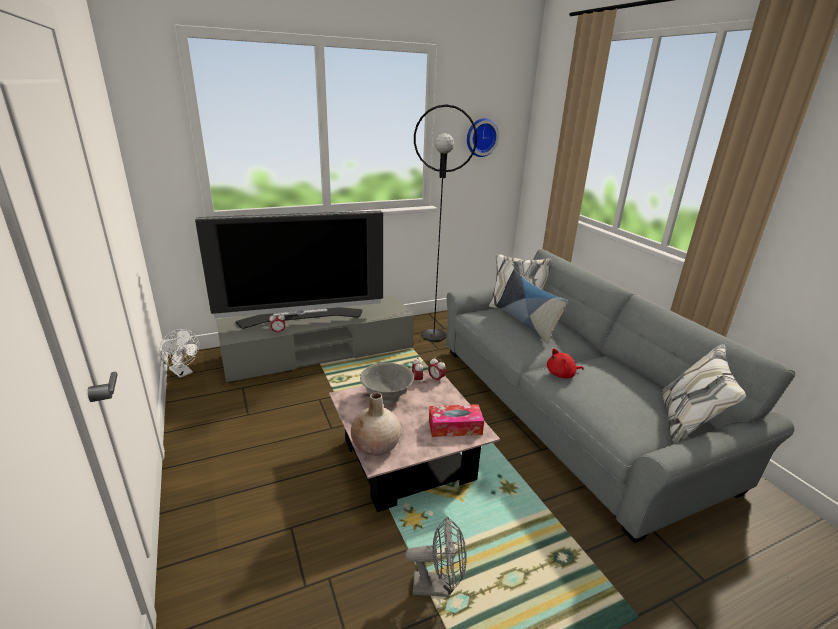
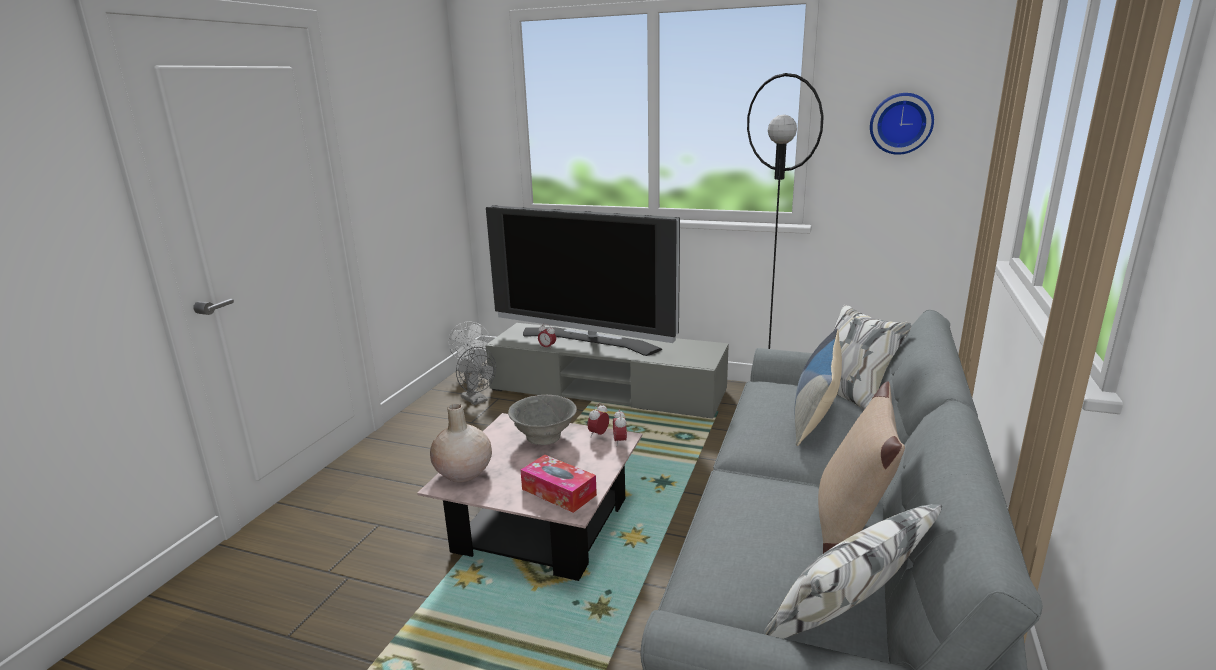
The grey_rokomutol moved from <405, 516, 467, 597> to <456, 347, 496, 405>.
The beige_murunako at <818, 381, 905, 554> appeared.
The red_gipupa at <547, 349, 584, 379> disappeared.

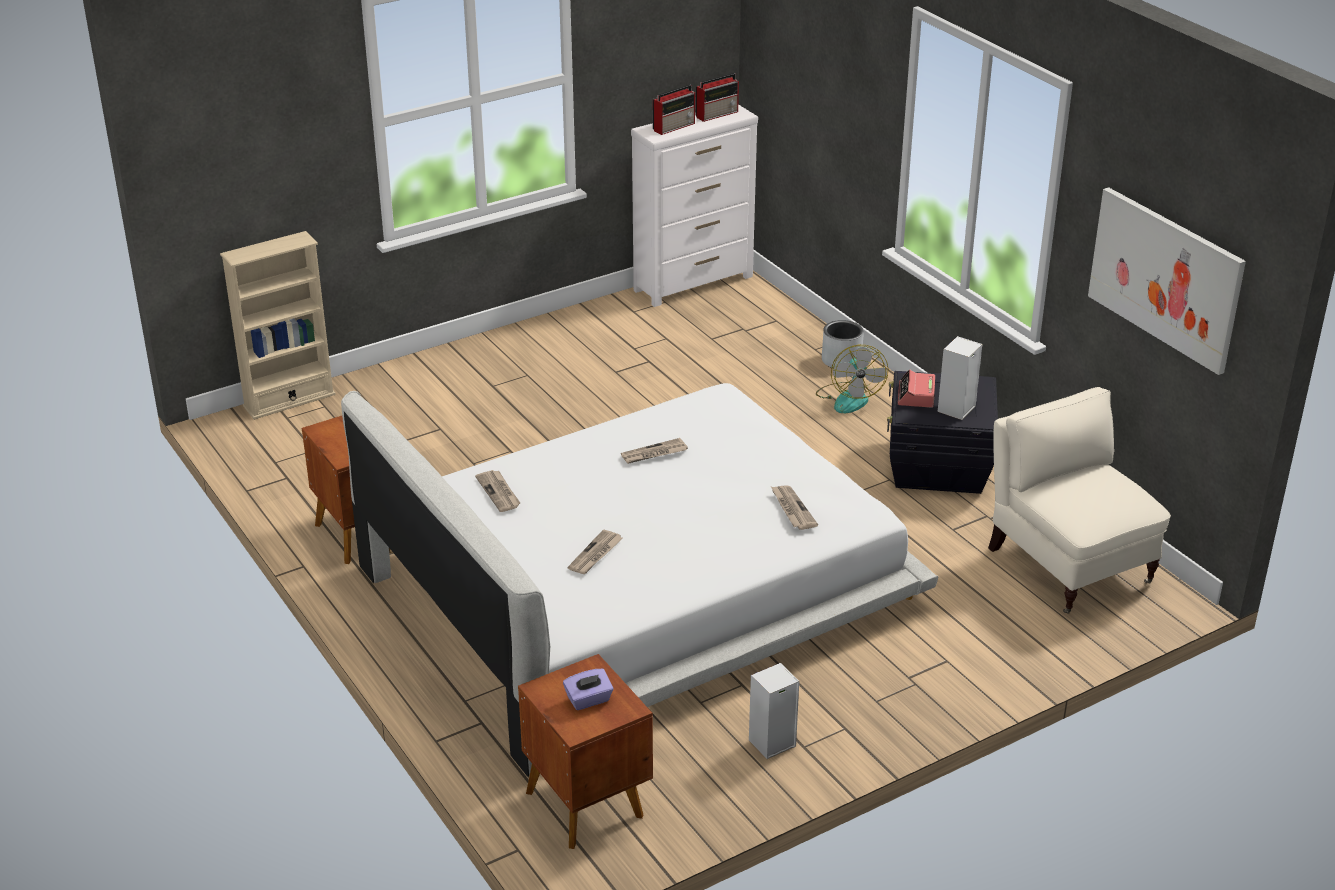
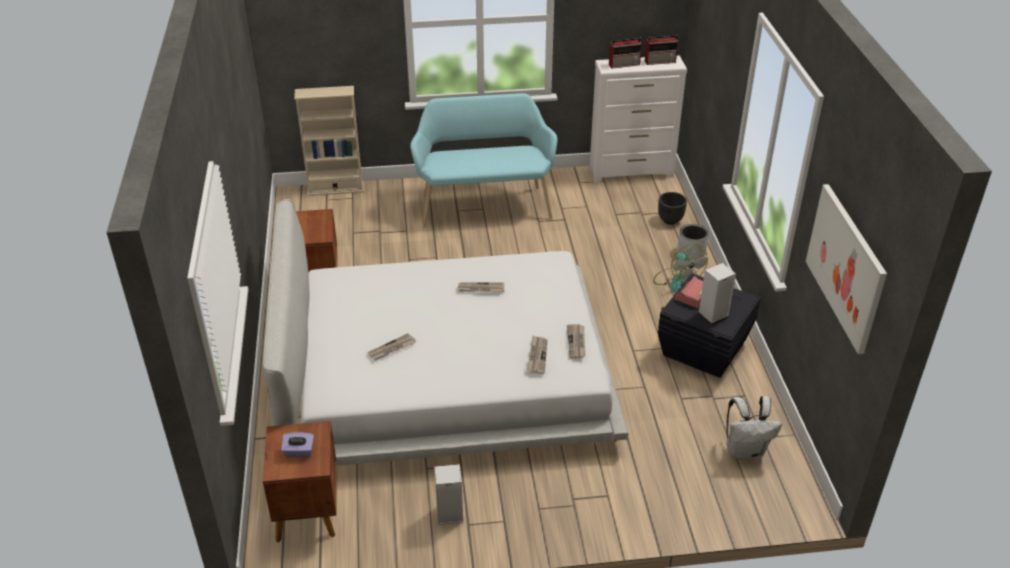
The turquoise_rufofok at <410, 93, 557, 228> appeared.
The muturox moved from <475, 470, 520, 512> to <567, 324, 585, 358>.
The rokomutol at <816, 345, 888, 413> turned 45 degrees counterclockwise.
The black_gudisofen at <658, 192, 687, 225> appeared.
The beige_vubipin at <988, 387, 1171, 614> was replaced by the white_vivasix at <726, 396, 782, 460>.

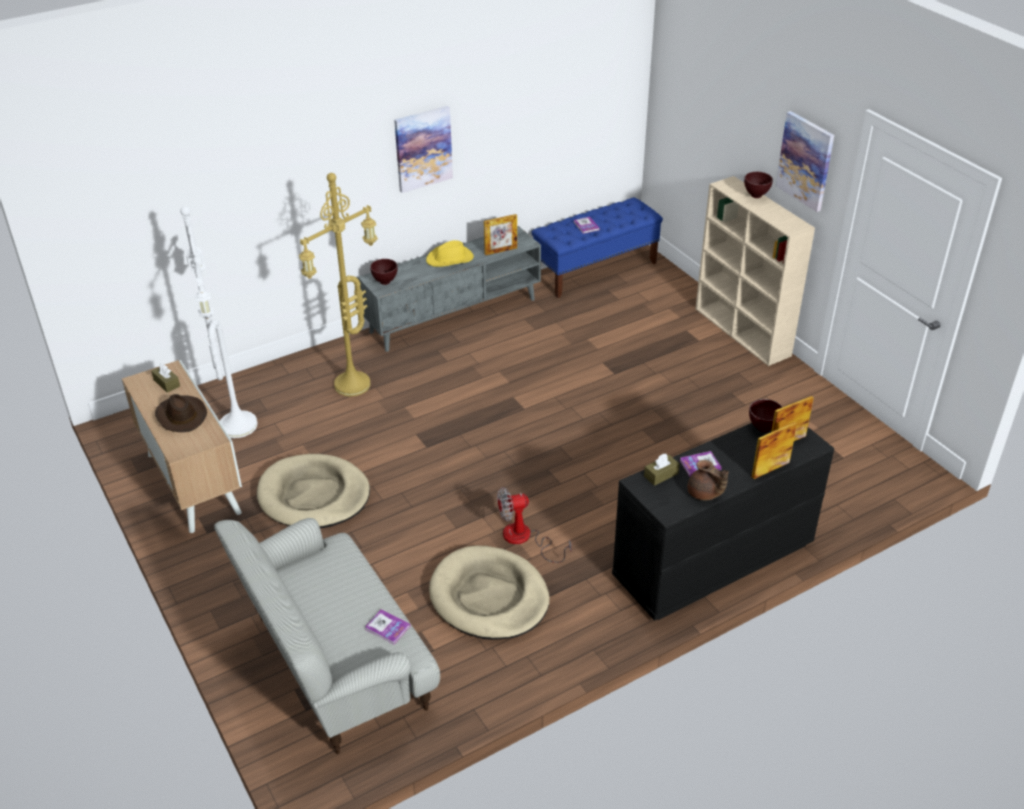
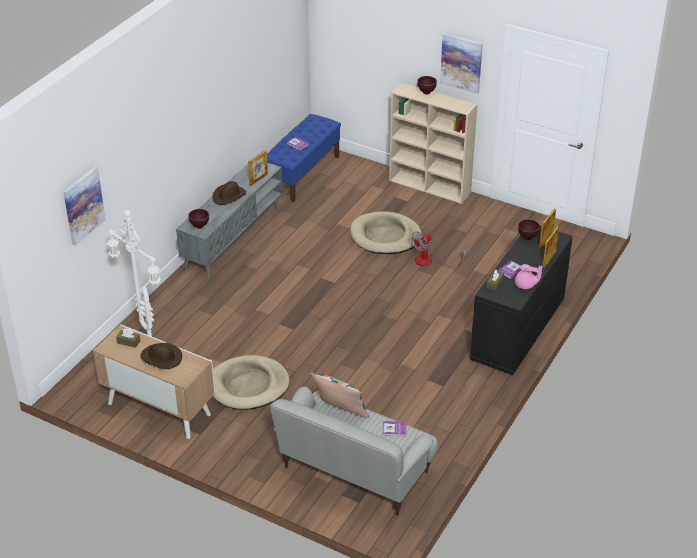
The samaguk moved from <394, 106, 453, 193> to <63, 167, 106, 246>.
The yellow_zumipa at <426, 240, 474, 267> became the brown_zumipa at <212, 181, 246, 205>.
The murunako at <310, 373, 369, 418> appeared.
The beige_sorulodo moved from <429, 545, 550, 640> to <350, 211, 421, 254>.
The rokomutol moved from <497, 487, 572, 563> to <411, 232, 466, 267>.
The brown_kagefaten at <687, 460, 729, 500> became the pink_kagefaten at <515, 264, 542, 289>.
The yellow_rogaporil at <299, 173, 378, 397> disappeared.

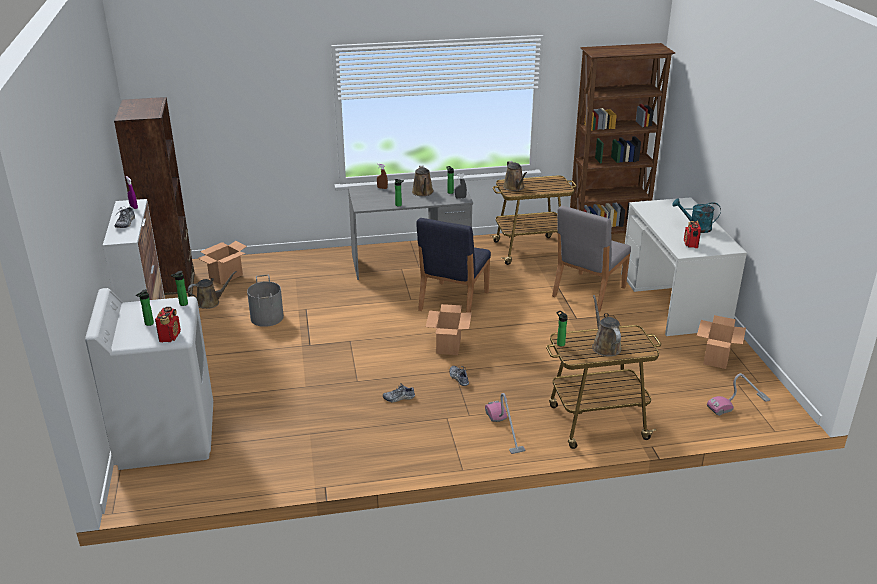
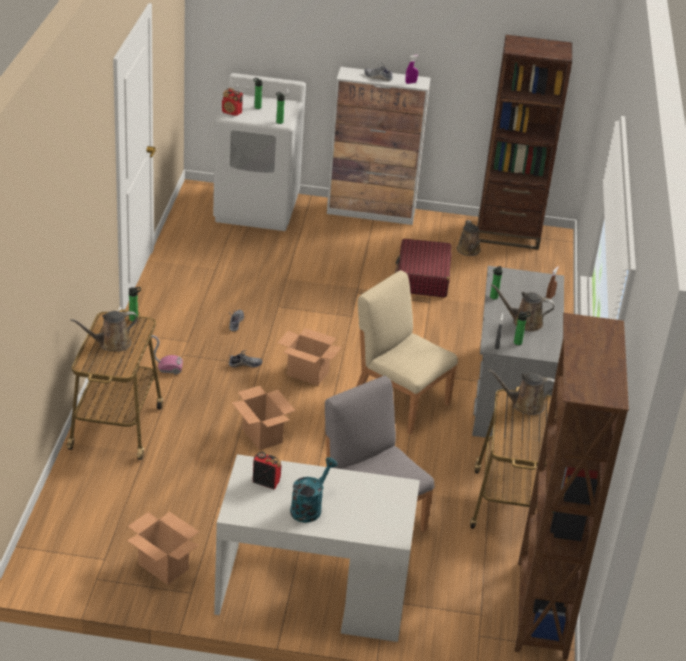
The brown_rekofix at <592, 295, 622, 357> turned 150 degrees clockwise.
The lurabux moved from <198, 241, 247, 285> to <232, 386, 296, 450>.
The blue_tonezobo at <416, 218, 491, 313> became the beige_tonezobo at <356, 270, 458, 434>.
The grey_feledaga at <247, 275, 284, 327> was replaced by the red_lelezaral at <395, 238, 452, 298>.
The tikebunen at <707, 373, 771, 416> disappeared.

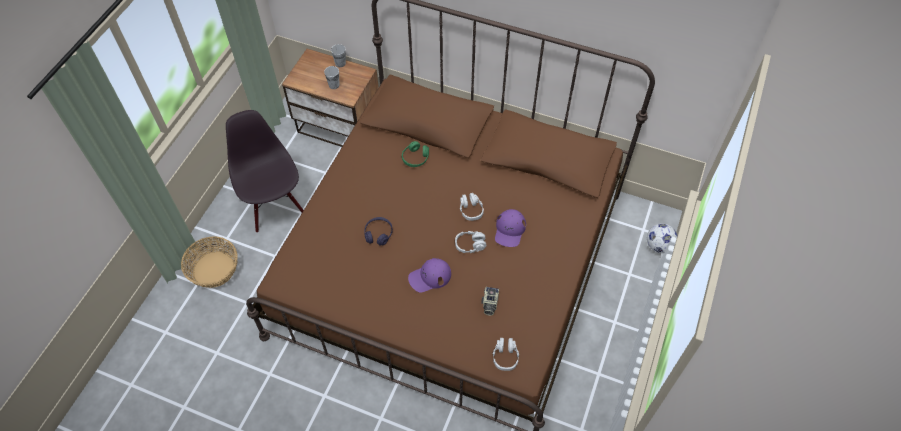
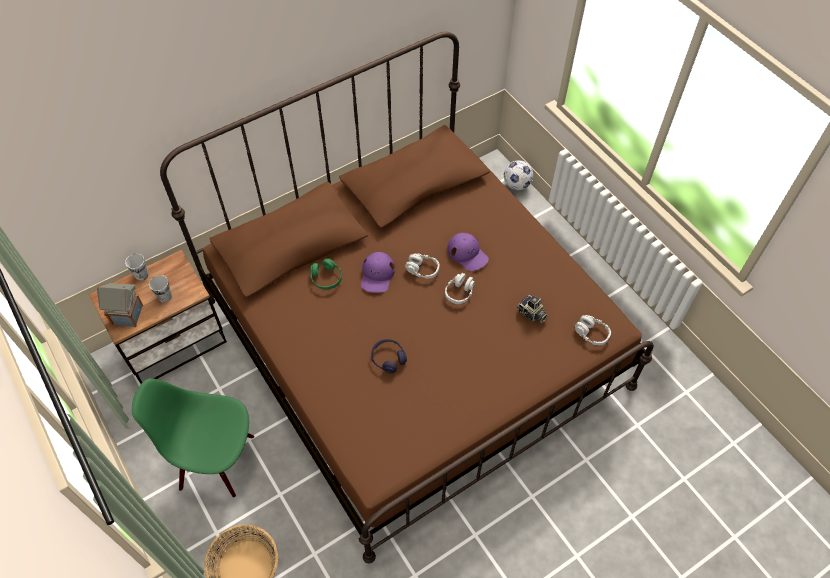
The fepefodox at <97, 283, 143, 327> appeared.
The black_tonezobo at <226, 110, 304, 233> became the green_tonezobo at <132, 378, 254, 498>.
The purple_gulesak moved from <408, 258, 451, 293> to <361, 252, 395, 293>.

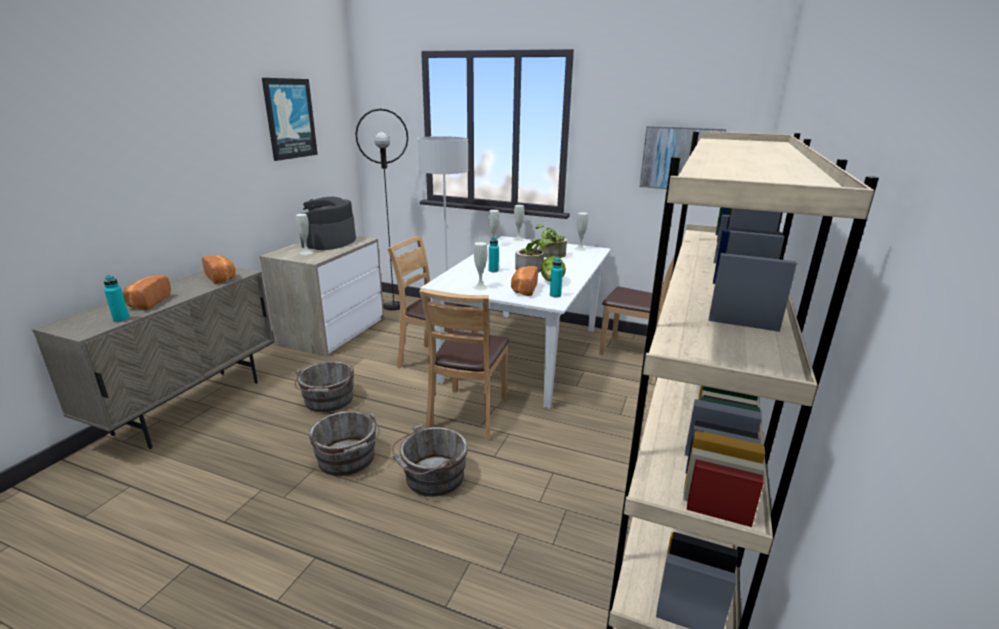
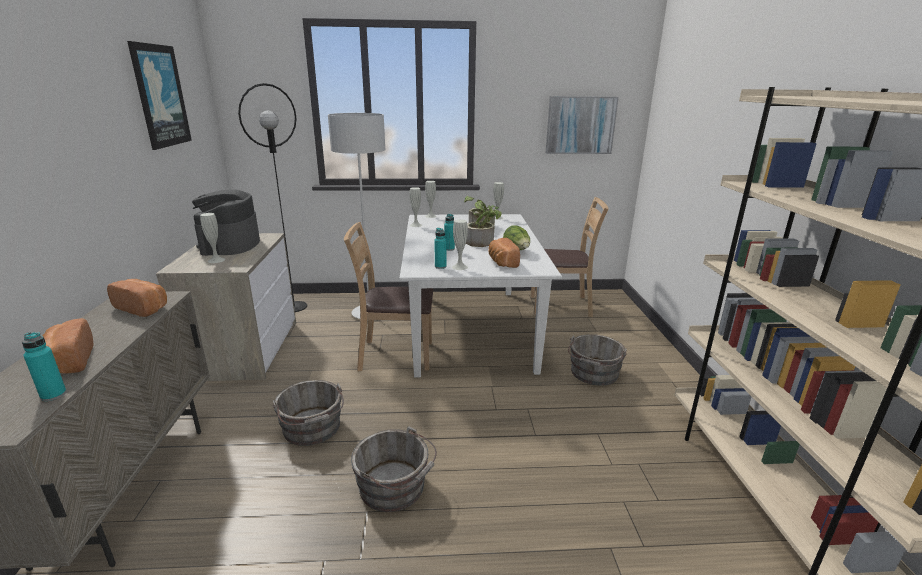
The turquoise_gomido moved from <550, 257, 563, 297> to <434, 228, 446, 269>.
The grey_feledaga moved from <392, 424, 468, 497> to <568, 334, 627, 386>.
The brown_tonezobo at <419, 288, 509, 440> disappeared.

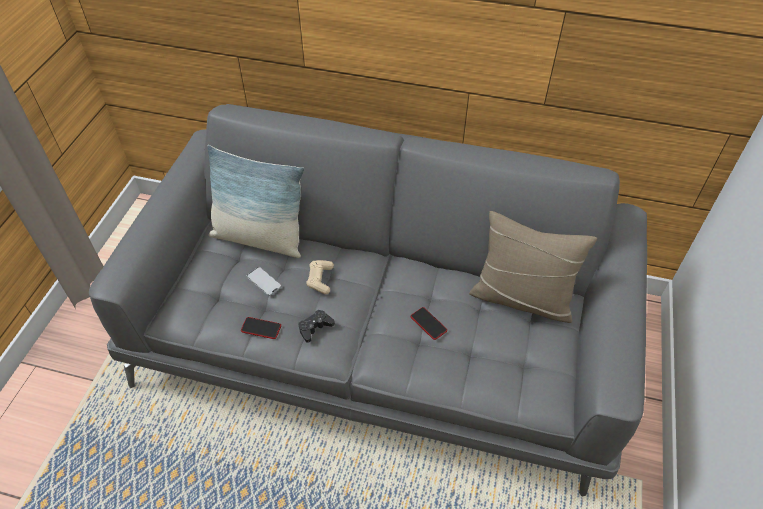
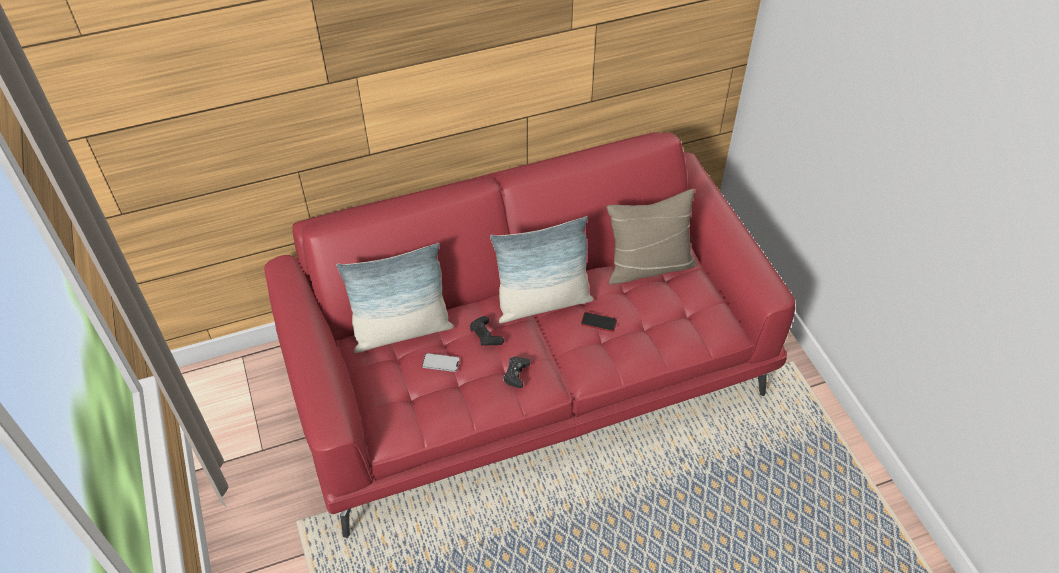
The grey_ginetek at <89, 104, 647, 497> became the red_ginetek at <264, 132, 795, 538>.
The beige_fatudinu at <306, 260, 334, 294> became the black_fatudinu at <470, 316, 504, 346>.
The murunako at <490, 216, 594, 323> appeared.
The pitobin at <241, 317, 281, 339> disappeared.

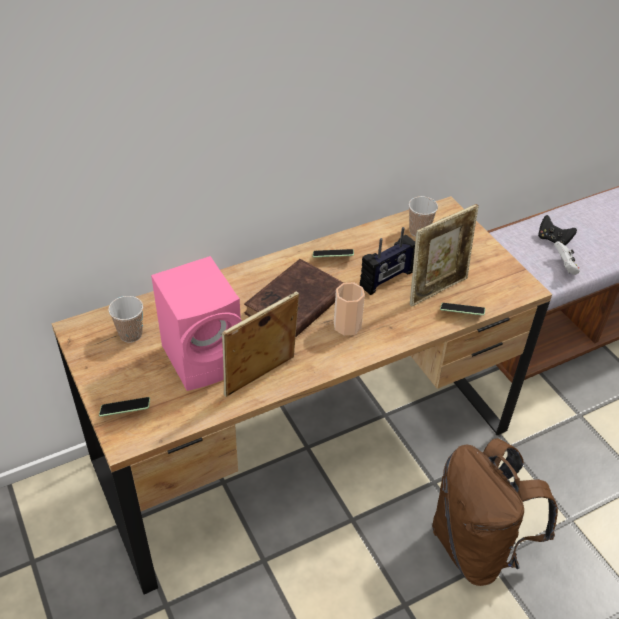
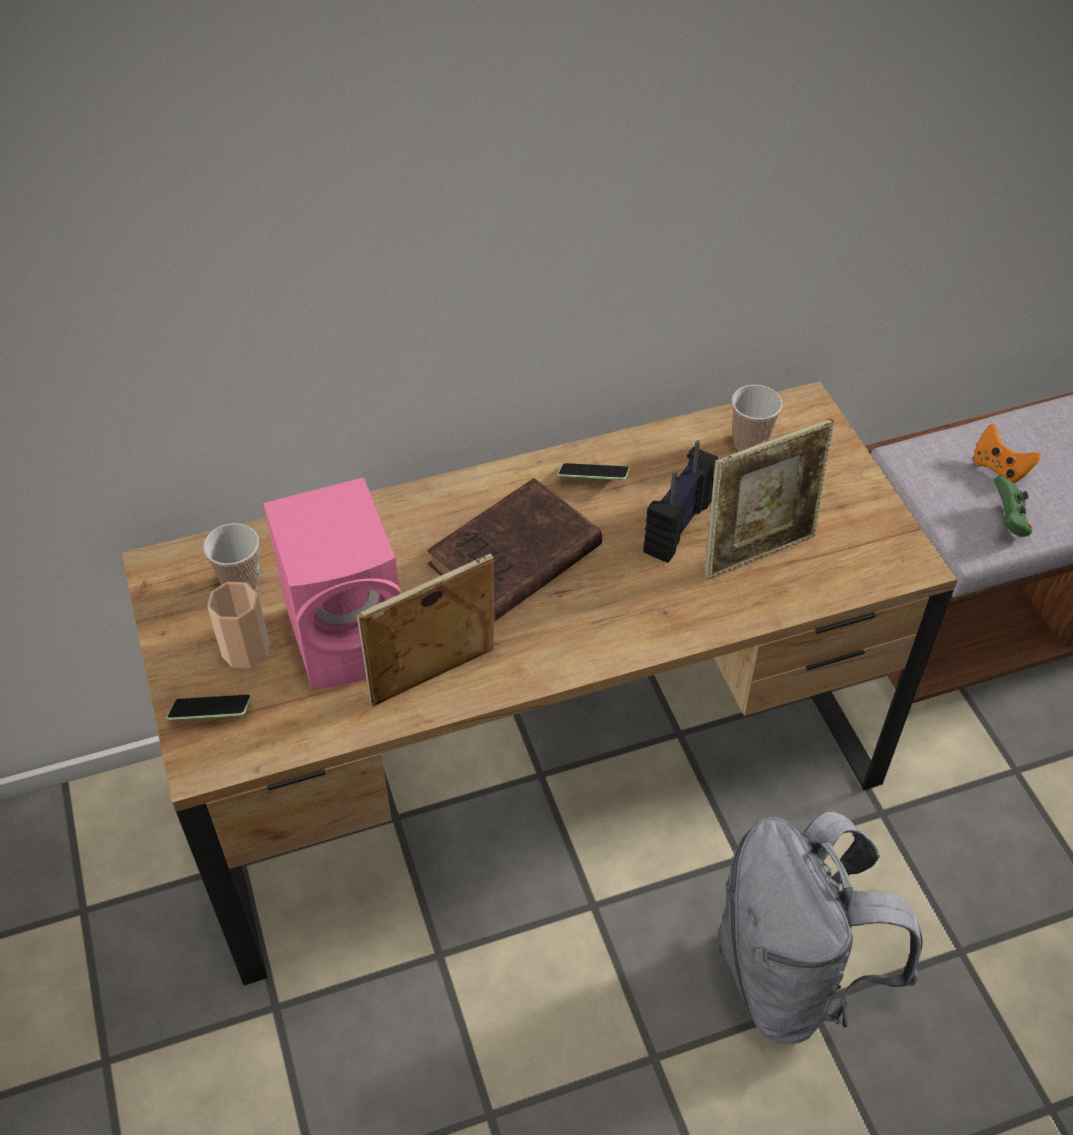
The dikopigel moved from <334, 282, 365, 335> to <207, 582, 270, 668>.
The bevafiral at <360, 227, 415, 295> turned 150 degrees clockwise.
The brown_vivasix at <432, 438, 558, 586> became the grey_vivasix at <716, 812, 922, 1045>.
The black_fatudinu at <538, 215, 577, 246> became the orange_fatudinu at <973, 424, 1041, 483>.
The white_fatudinu at <554, 241, 580, 275> became the green_fatudinu at <994, 475, 1032, 537>.
The pitobin at <440, 303, 485, 315> disappeared.

